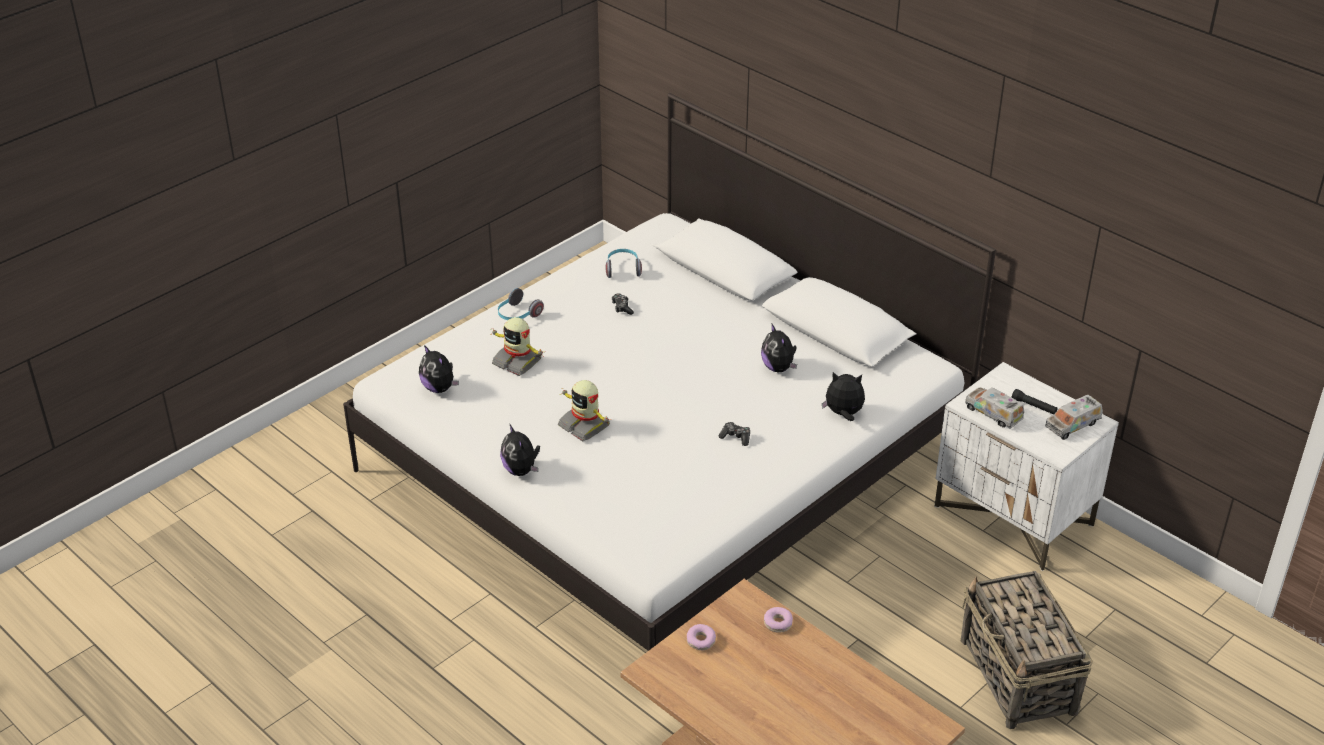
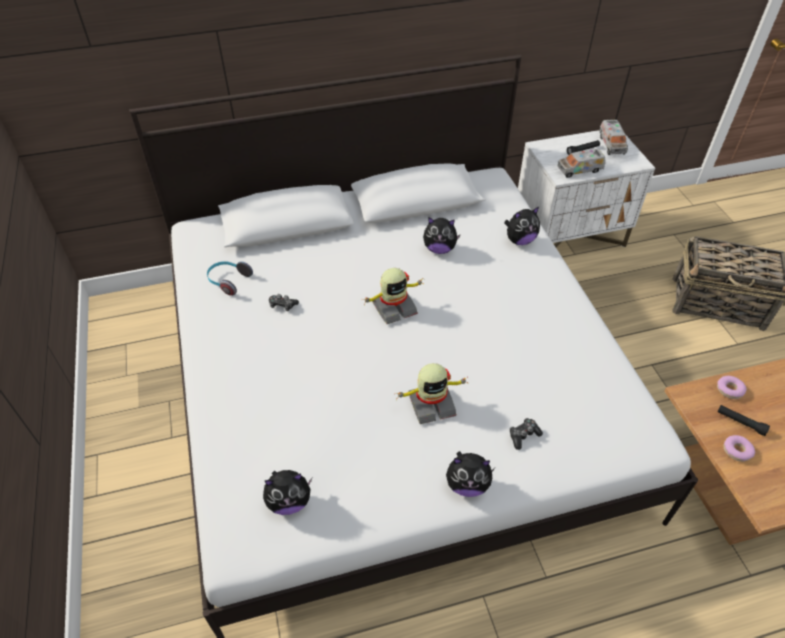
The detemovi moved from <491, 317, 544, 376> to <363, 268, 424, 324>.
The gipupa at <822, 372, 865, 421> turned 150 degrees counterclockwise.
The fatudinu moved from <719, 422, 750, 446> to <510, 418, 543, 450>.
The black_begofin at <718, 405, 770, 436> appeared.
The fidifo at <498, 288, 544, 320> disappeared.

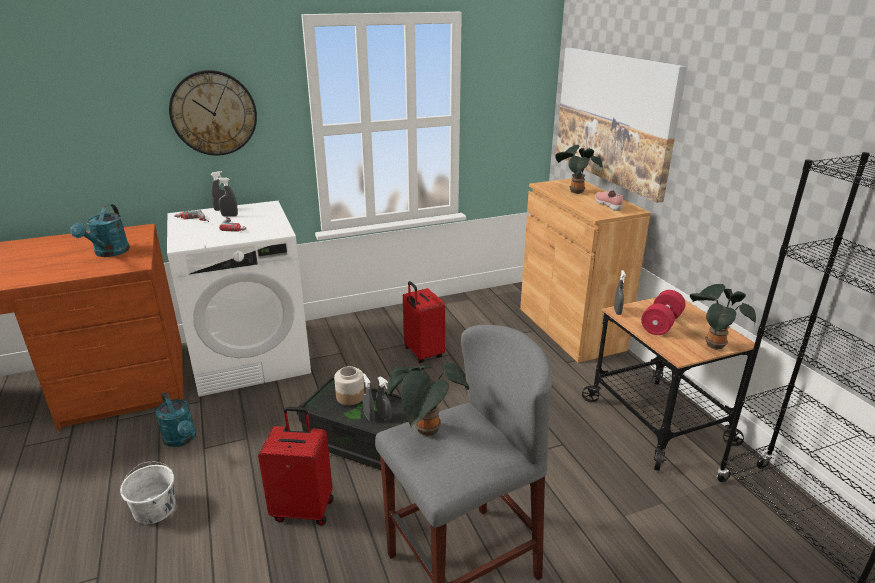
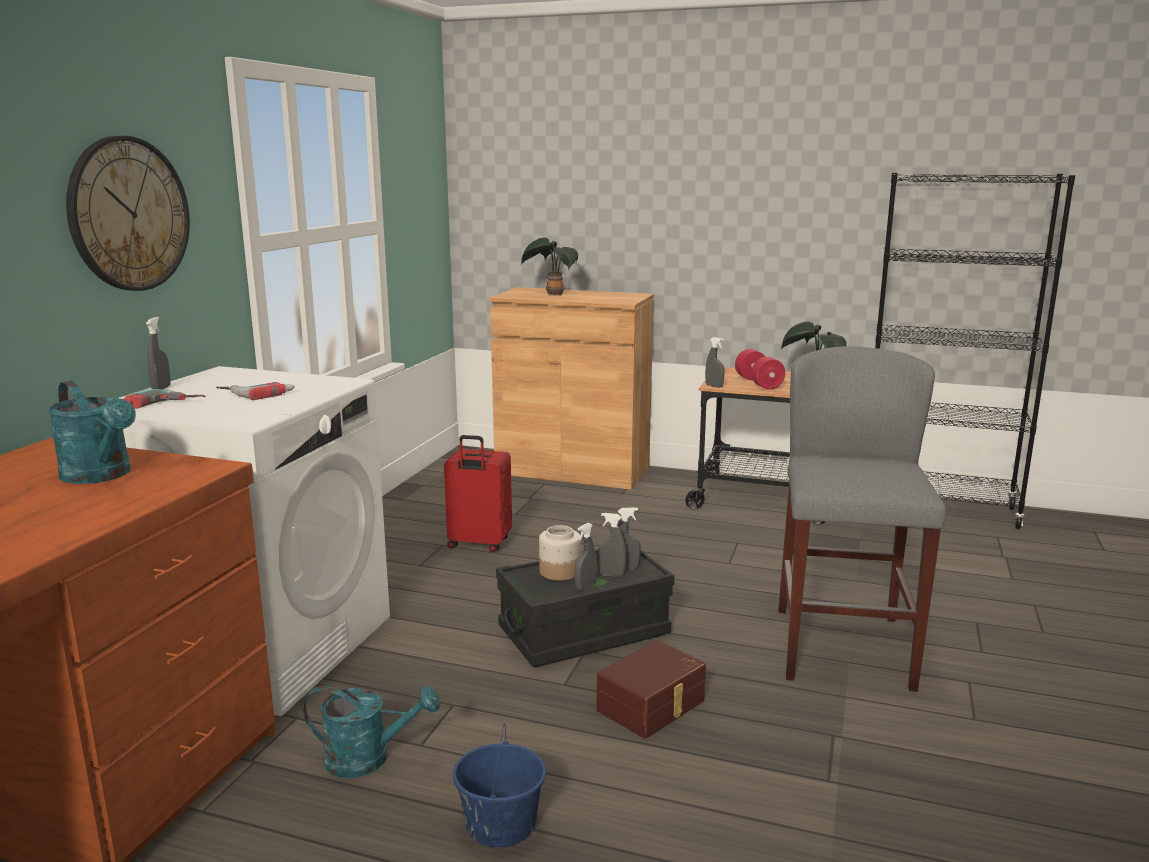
The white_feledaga at <120, 462, 176, 524> became the blue_feledaga at <453, 724, 546, 847>.
The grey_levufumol moved from <217, 177, 238, 217> to <575, 523, 596, 591>.
The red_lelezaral at <258, 407, 334, 526> was replaced by the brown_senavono at <596, 640, 706, 739>.
The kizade at <387, 363, 469, 436> disappeared.
The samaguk at <556, 48, 687, 203> disappeared.
The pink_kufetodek at <595, 190, 623, 211> disappeared.

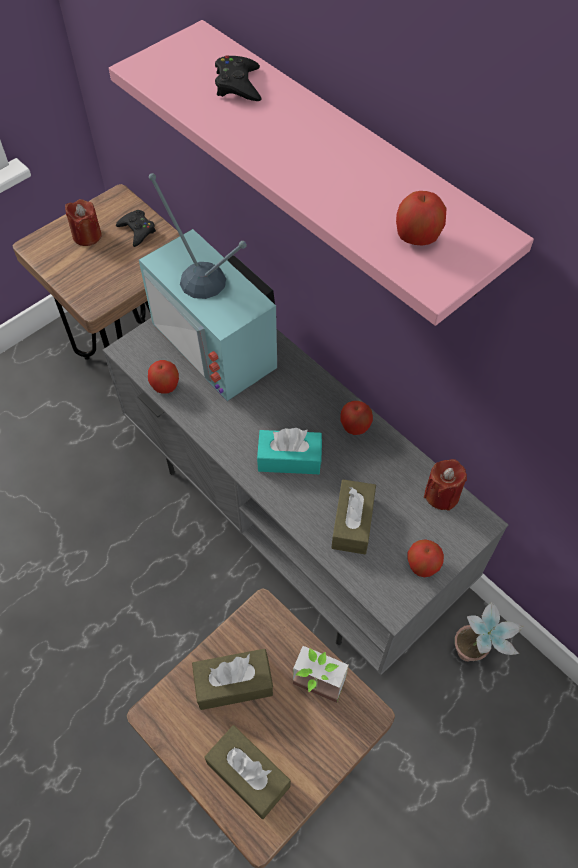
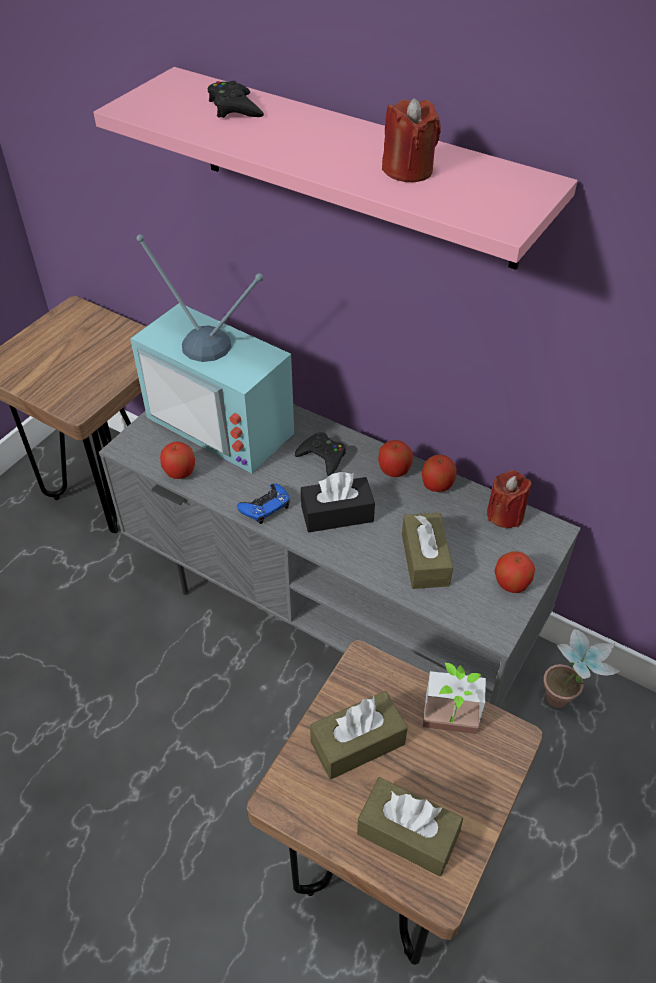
The blue_fatudinu at <237, 483, 290, 524> appeared.
The black_fatudinu moved from <116, 210, 156, 247> to <295, 432, 346, 476>.
The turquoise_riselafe at <257, 428, 322, 474> became the black_riselafe at <301, 472, 375, 532>.
The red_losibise moved from <65, 199, 102, 246> to <382, 98, 441, 182>.
The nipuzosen moved from <396, 191, 446, 246> to <421, 455, 457, 492>.

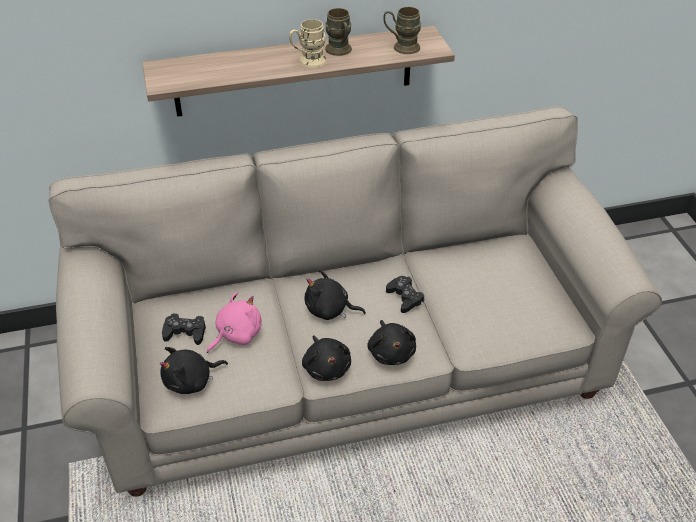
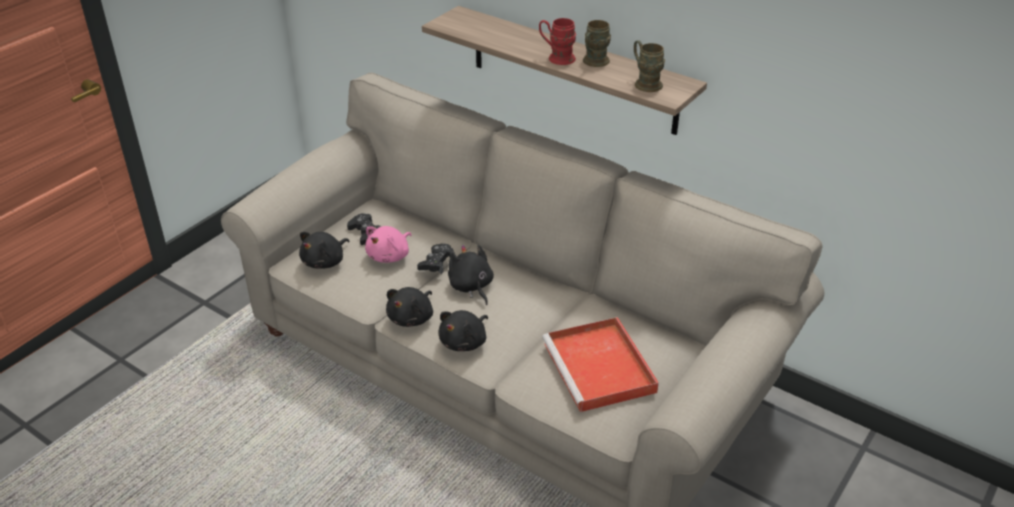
The black_gipupa at <160, 347, 228, 394> turned 75 degrees counterclockwise.
The pink_gipupa at <207, 292, 262, 353> turned 120 degrees clockwise.
The black_fatudinu moved from <386, 276, 424, 313> to <417, 243, 454, 274>.
The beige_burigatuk at <289, 19, 327, 68> became the red_burigatuk at <539, 18, 576, 65>.
The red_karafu at <542, 317, 659, 412> appeared.

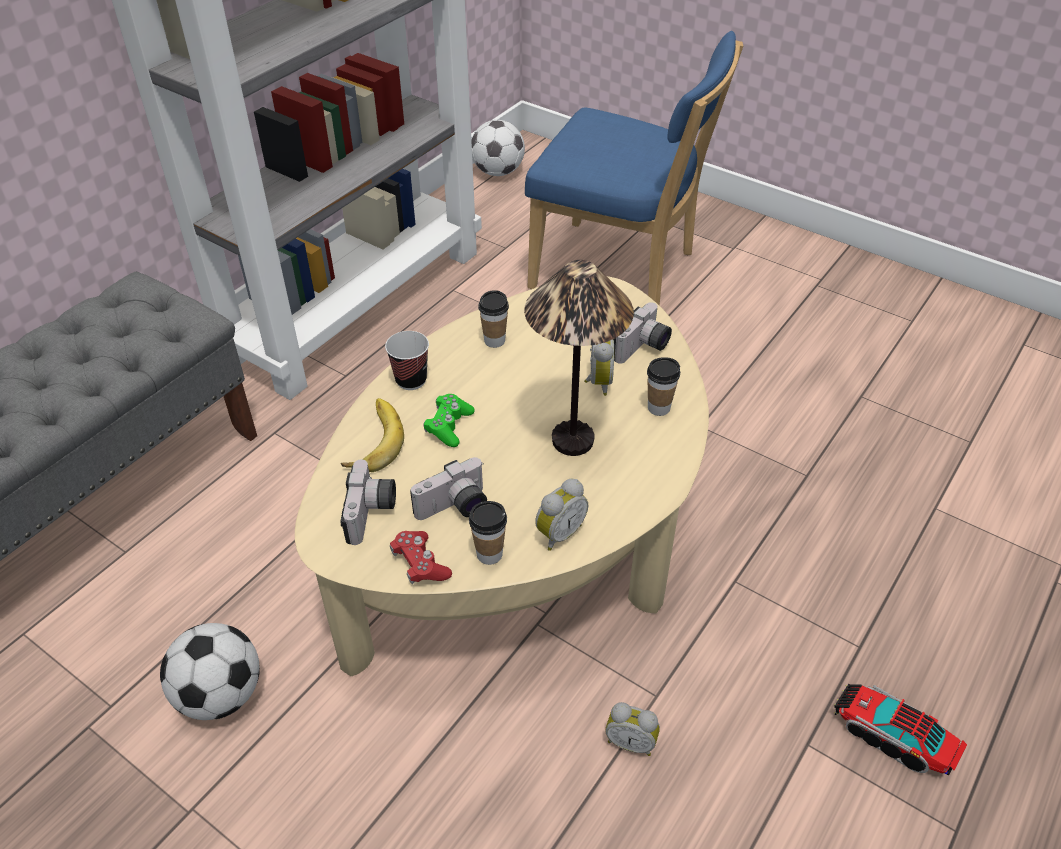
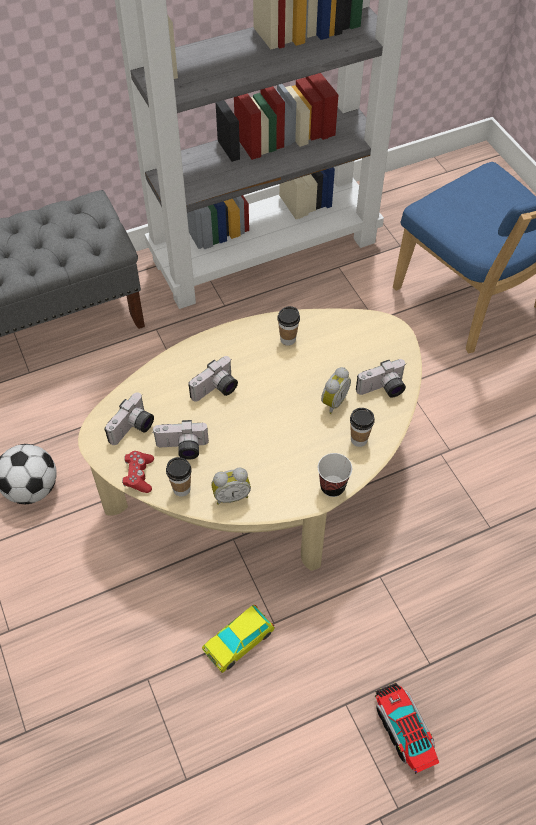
The green_fatudinu at <423, 394, 475, 447> was replaced by the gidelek at <188, 356, 238, 402>.
The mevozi at <605, 702, 660, 756> was replaced by the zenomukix at <202, 605, 275, 673>.
The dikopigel moved from <385, 331, 429, 390> to <318, 453, 352, 497>.
The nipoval at <341, 398, 404, 472> disappeared.
The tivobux at <471, 120, 525, 176> disappeared.
The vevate at <524, 260, 634, 456> disappeared.

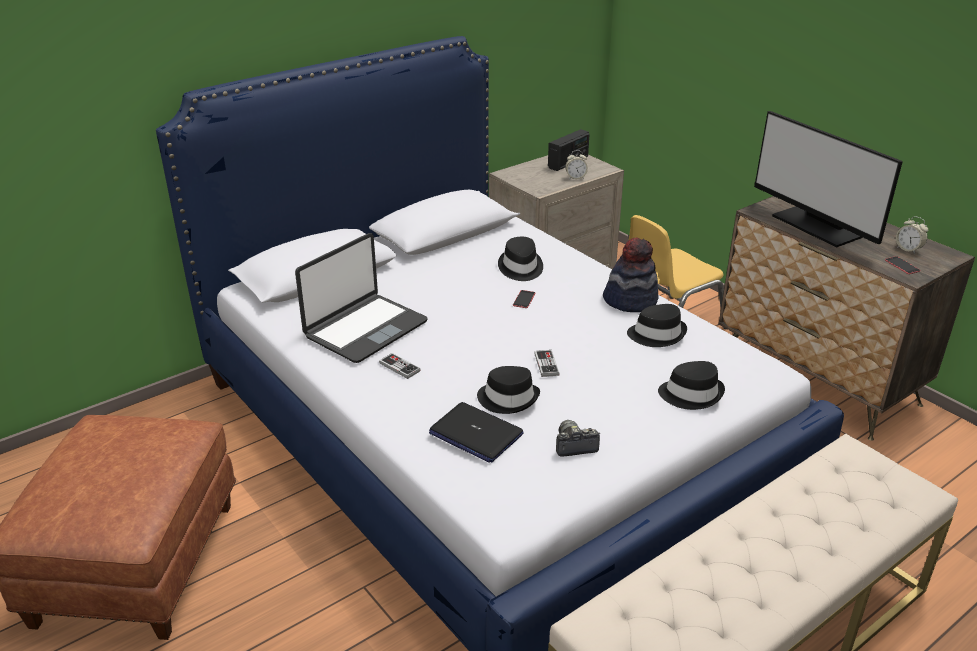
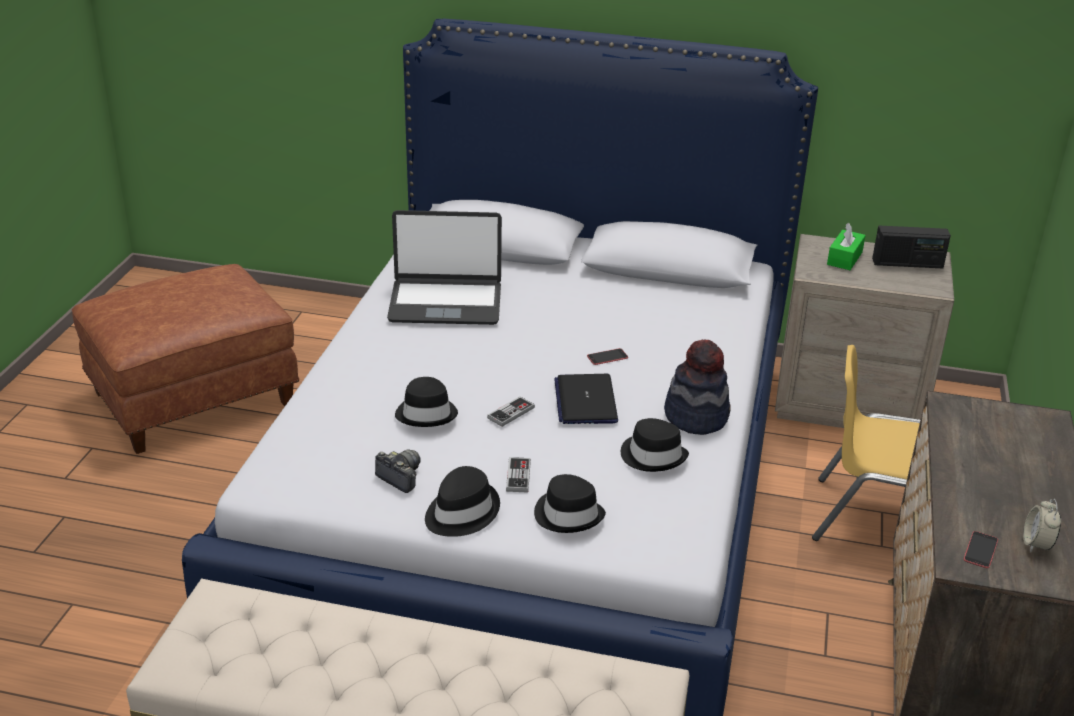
The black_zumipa moved from <498, 237, 543, 281> to <425, 466, 500, 537>.
The fatudinu moved from <379, 353, 421, 379> to <506, 457, 531, 493>.
The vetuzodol moved from <429, 402, 524, 462> to <554, 374, 618, 424>.
The green_riselafe at <827, 223, 866, 270> appeared.
The mevozi at <565, 150, 588, 179> disappeared.
The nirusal at <754, 111, 903, 247> disappeared.

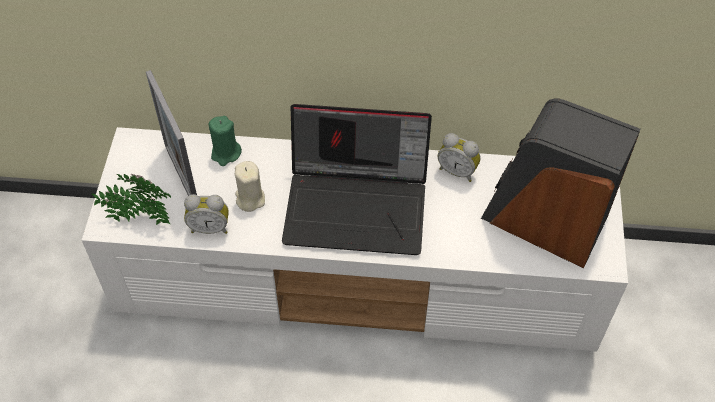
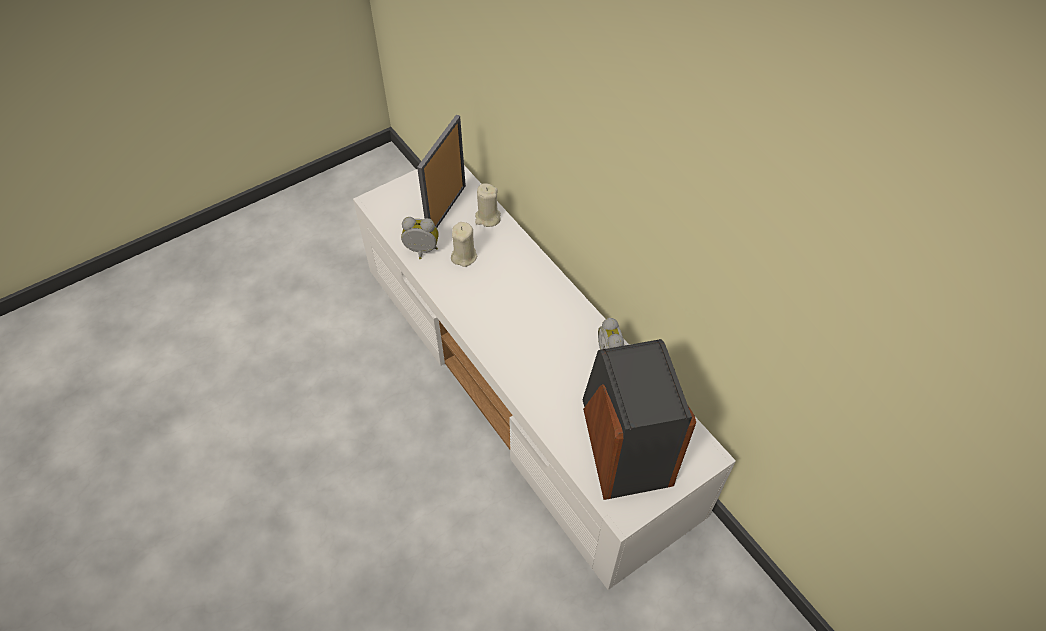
The mevozi at <184, 194, 229, 234> turned 135 degrees clockwise.
The green_losibise at <209, 116, 242, 166> became the beige_losibise at <475, 183, 501, 227>.
The kizade at <92, 174, 171, 225> disappeared.
The vetuzodol at <282, 104, 432, 255> disappeared.

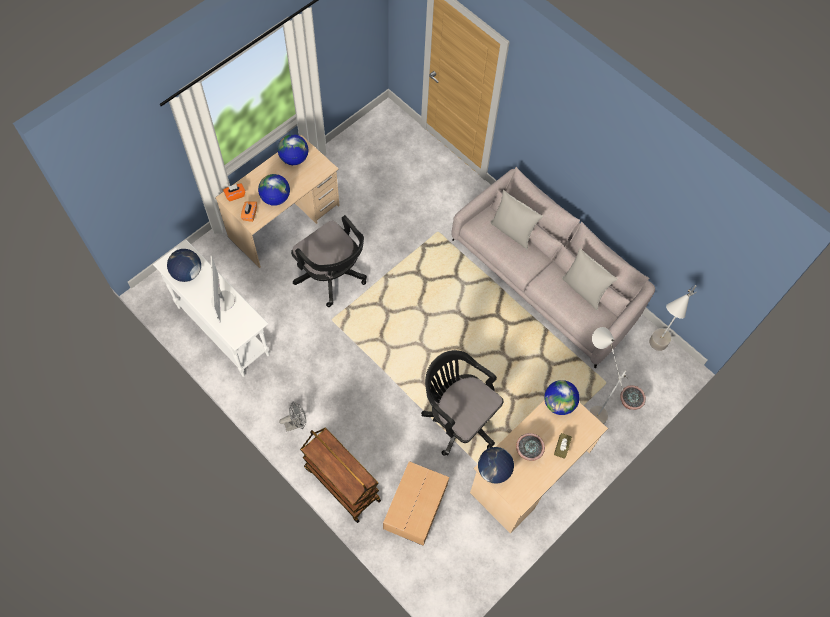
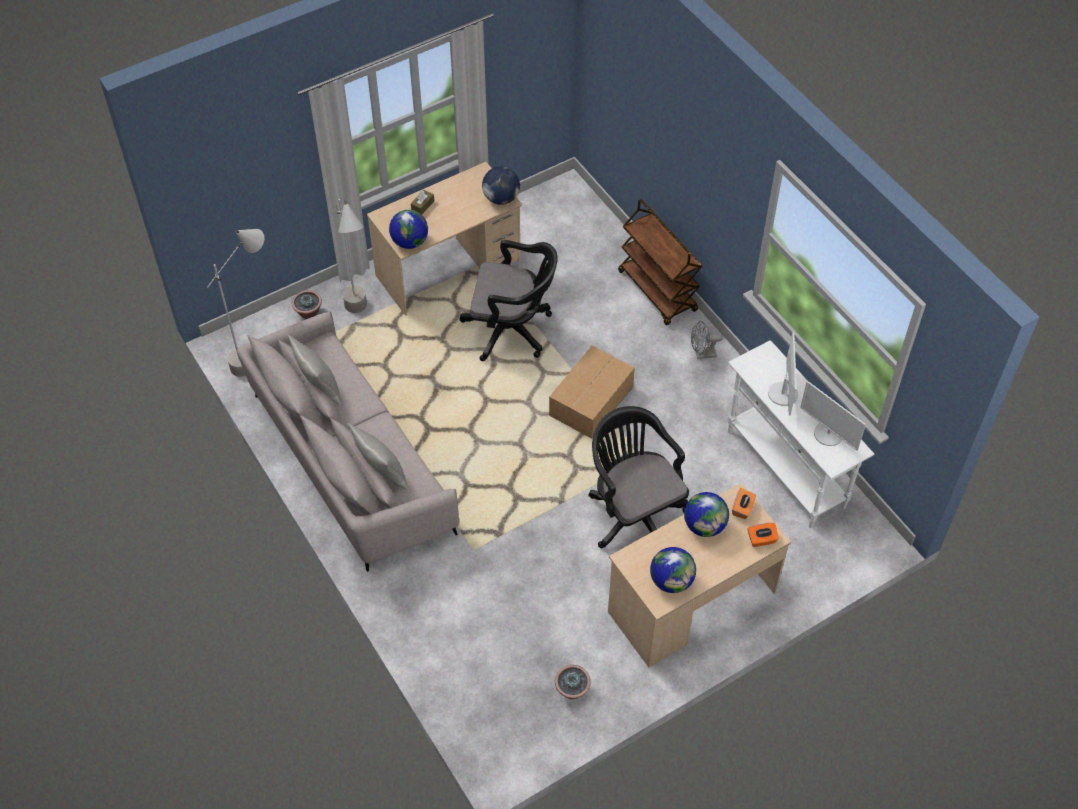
The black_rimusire at <421, 350, 503, 456> turned 45 degrees counterclockwise.
The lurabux moved from <383, 461, 449, 546> to <549, 345, 635, 439>.
The kizade moved from <516, 433, 545, 461> to <555, 665, 591, 699>.
The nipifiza at <167, 249, 201, 282> was replaced by the nirusal at <800, 381, 866, 451>.

